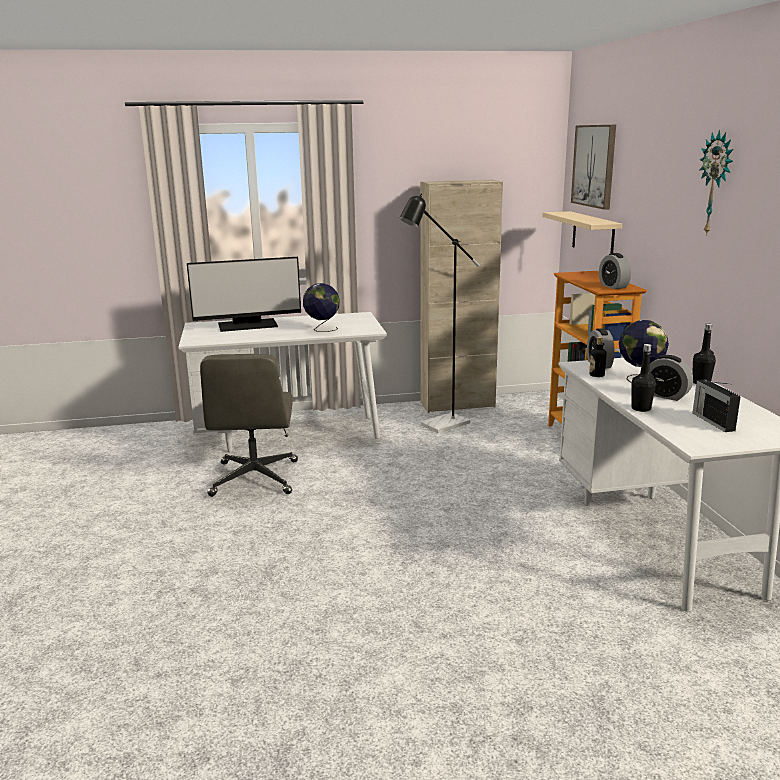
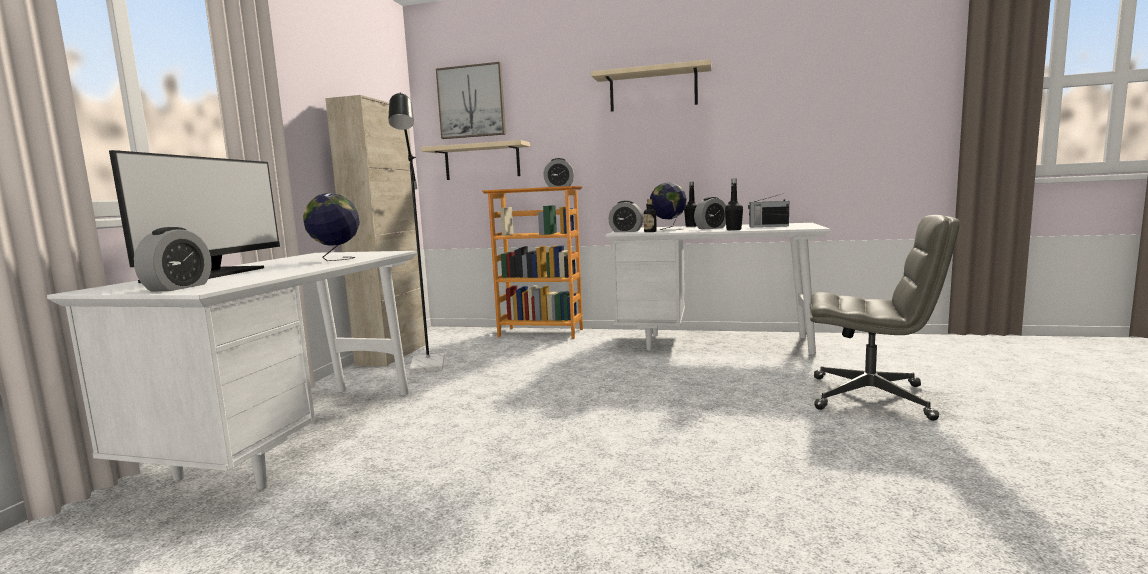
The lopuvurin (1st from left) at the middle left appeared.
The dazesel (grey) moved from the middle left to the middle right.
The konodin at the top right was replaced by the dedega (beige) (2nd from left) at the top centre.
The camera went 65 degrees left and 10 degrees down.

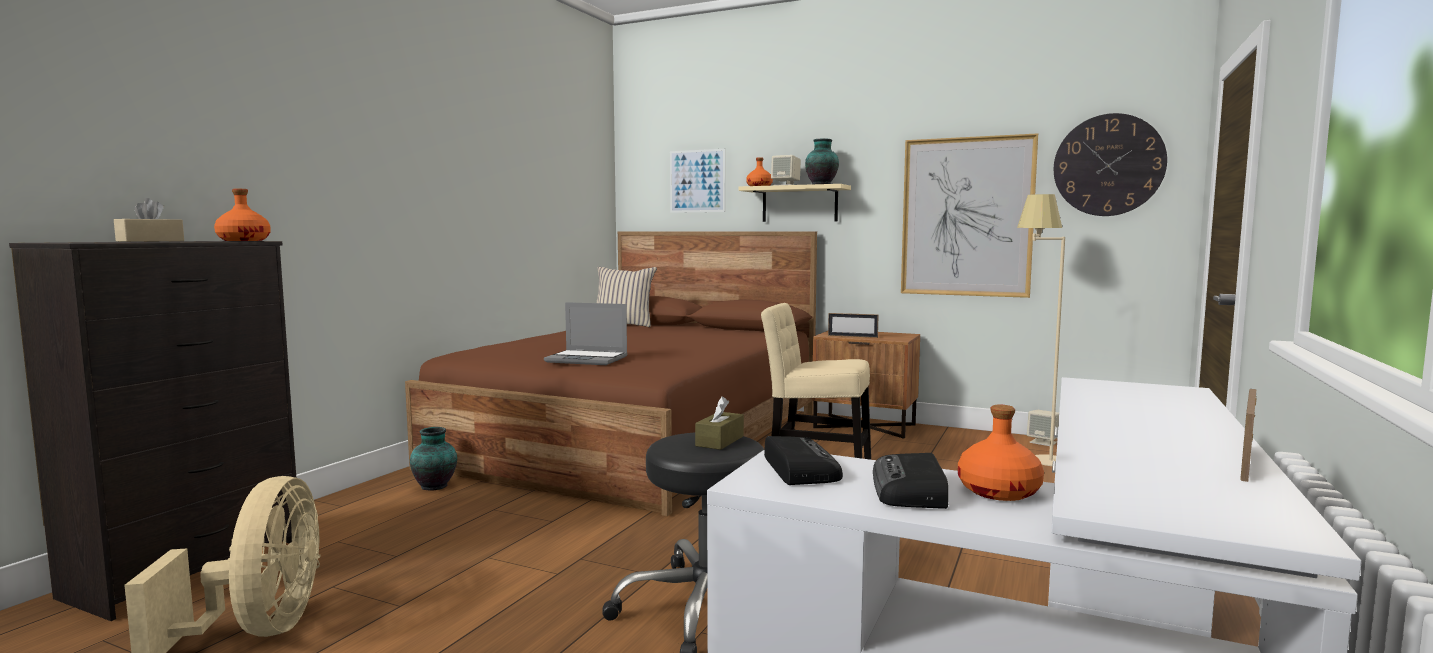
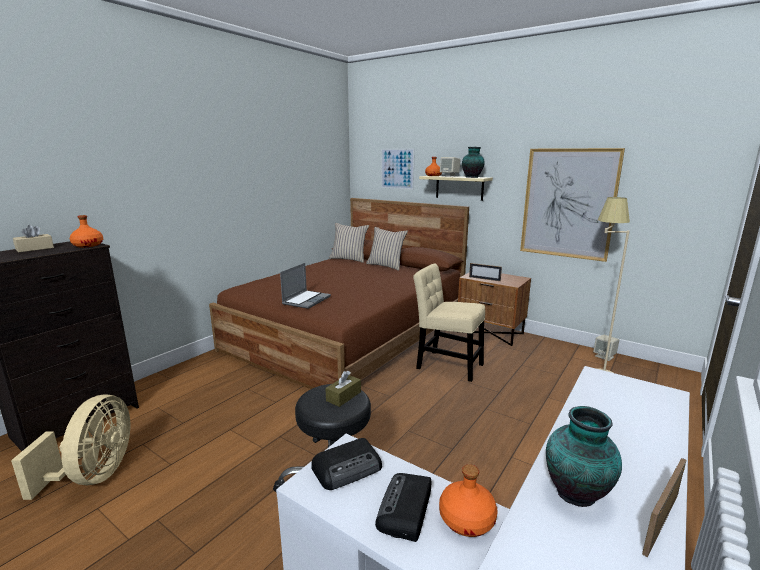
The konodin at the top right disappeared.
The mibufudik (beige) (2nd from left) at the centre appeared.
The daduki (1st from left in the first image) moved from the bottom left to the bottom right.
The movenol at the centre turned 90 degrees counterclockwise.
The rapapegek (1st from left) at the bottom centre turned 60 degrees clockwise.
The camera went 10 degrees right and 10 degrees up.

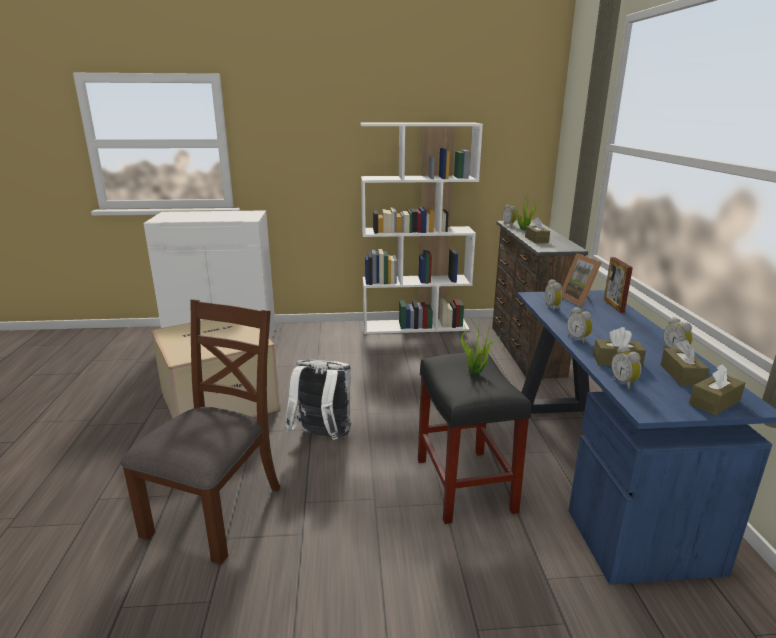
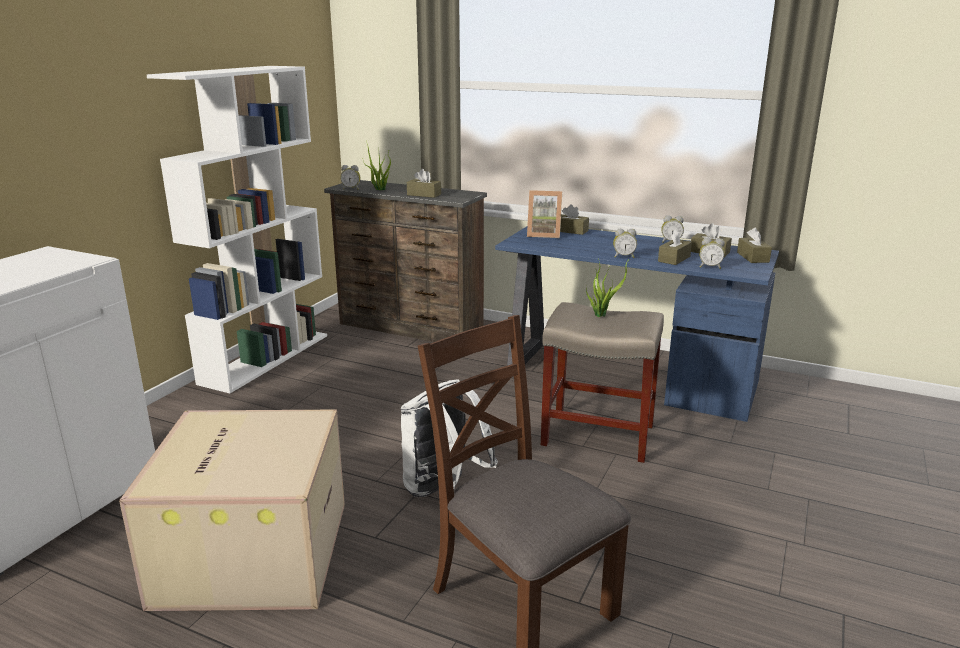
The lopuvurin (2nd from left) at the middle right disappeared.
The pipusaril (2nd from left) at the middle right was replaced by the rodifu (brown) (2nd from left) at the centre.
The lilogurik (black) at the bottom centre became the lilogurik (beige) at the centre.
The camera went 60 degrees left and 0 degrees up.

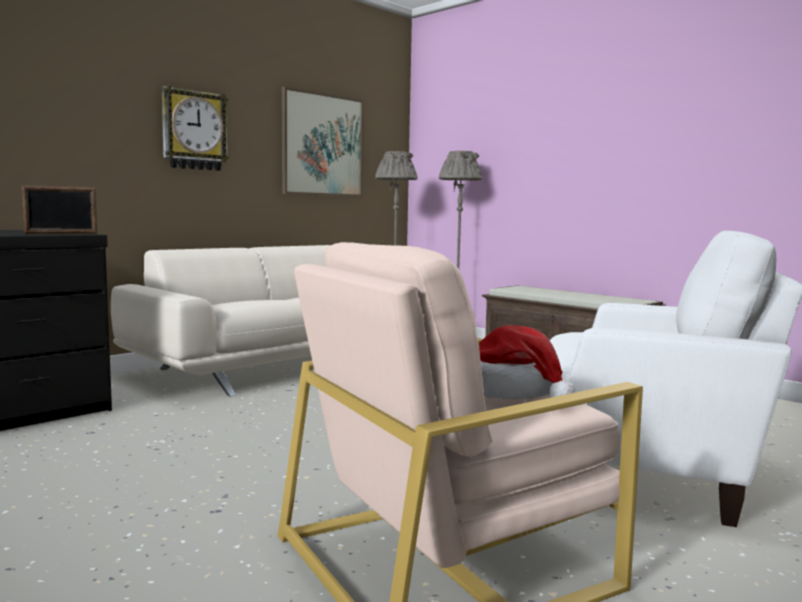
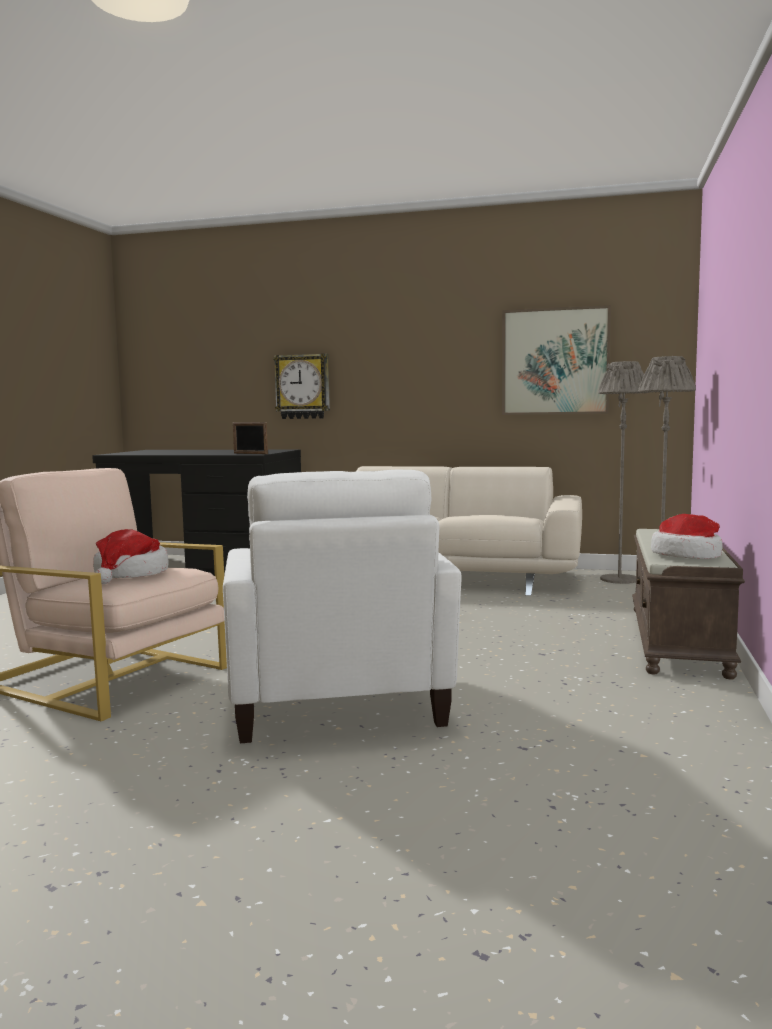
The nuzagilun (2nd from left) at the middle right appeared.
The konodin moved from the top left to the centre.
The camera went 60 degrees right and 0 degrees up.

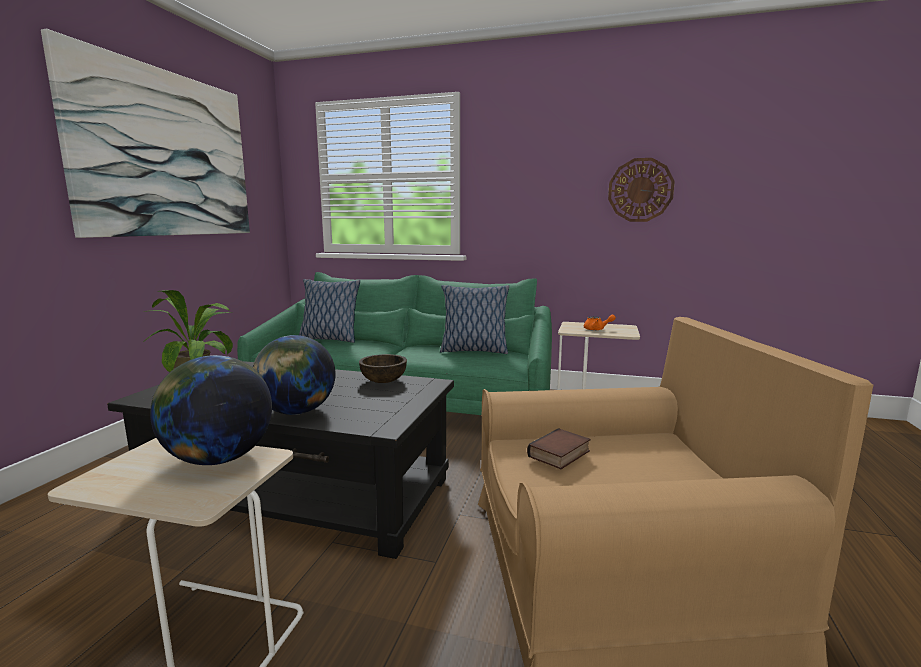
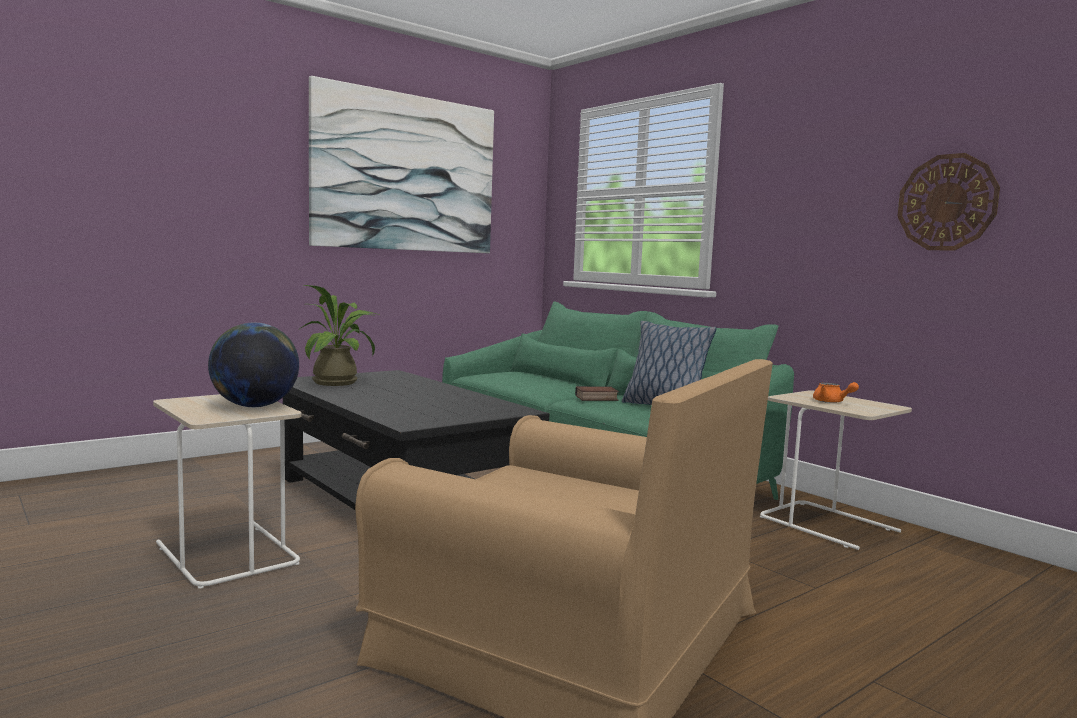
The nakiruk (2nd from left) at the middle left disappeared.
The mibufudik (1st from left) at the centre disappeared.
The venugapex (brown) at the centre disappeared.
The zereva moved from the bottom centre to the centre.
The camera went 35 degrees right and 5 degrees down.

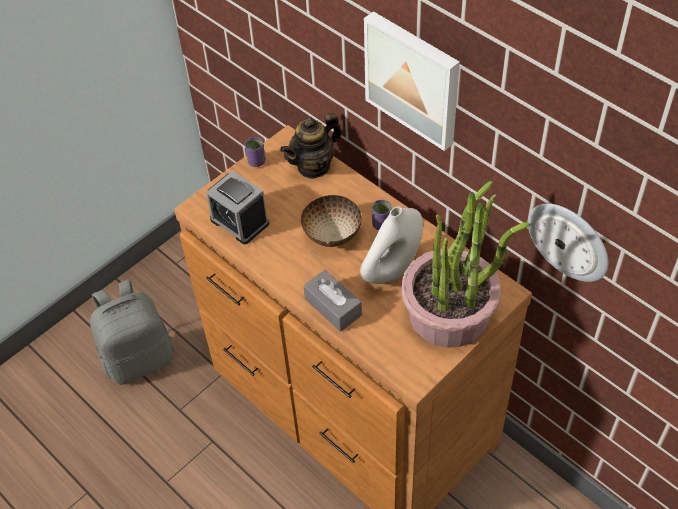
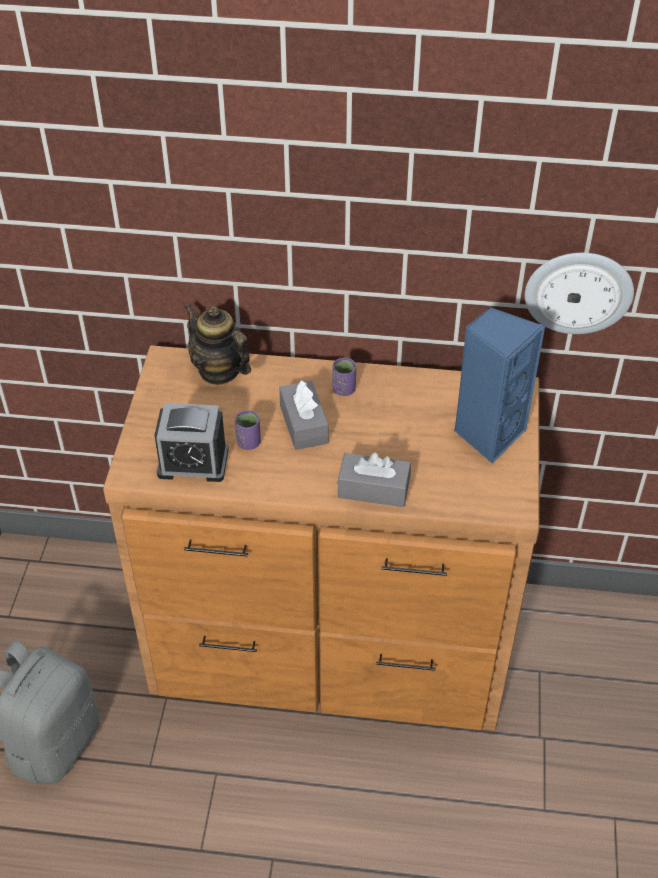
The daduki (white) at the centre disappeared.
The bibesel at the top centre disappeared.
The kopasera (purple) (1st from left) moved from the top centre to the centre.
The venugapex at the centre was replaced by the rodifu (grey) (1st from left) at the centre.
The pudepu at the middle right was replaced by the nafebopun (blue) at the middle right.
The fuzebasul at the top centre turned 120 degrees clockwise.
The camera went 40 degrees left and 5 degrees down.

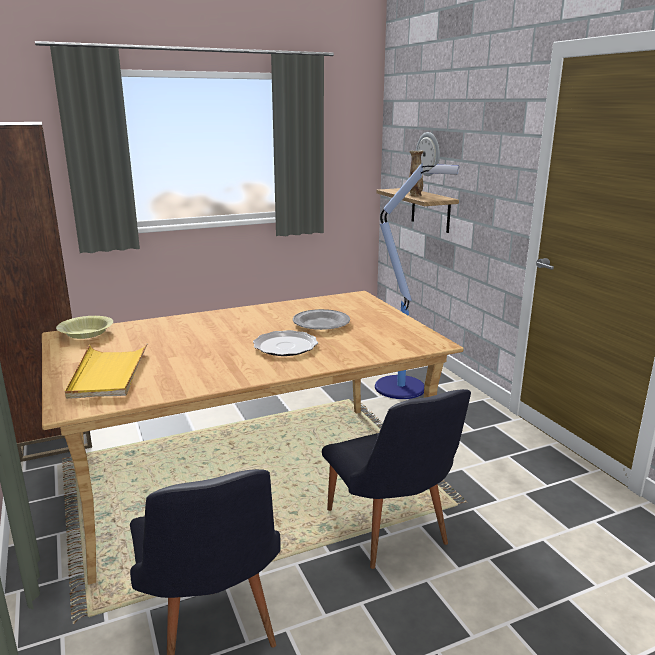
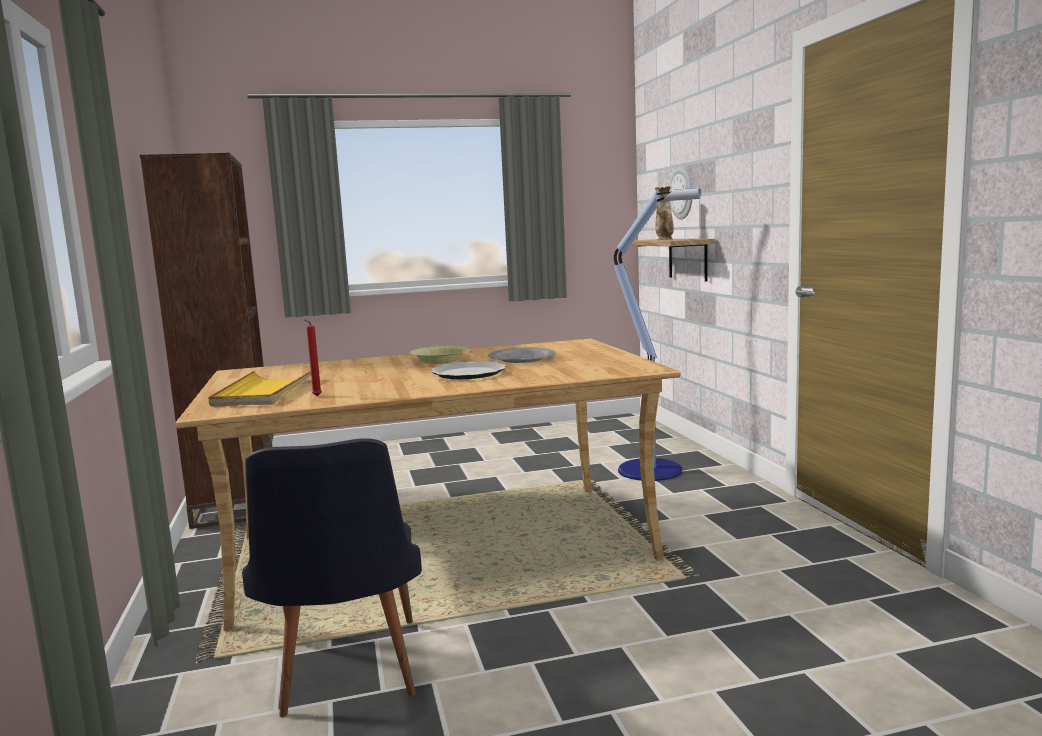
The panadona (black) (2nd from left) at the bottom centre disappeared.
The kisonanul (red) at the middle left appeared.
The venugapex (yellow) moved from the middle left to the centre.
The camera went 10 degrees right and 10 degrees down.

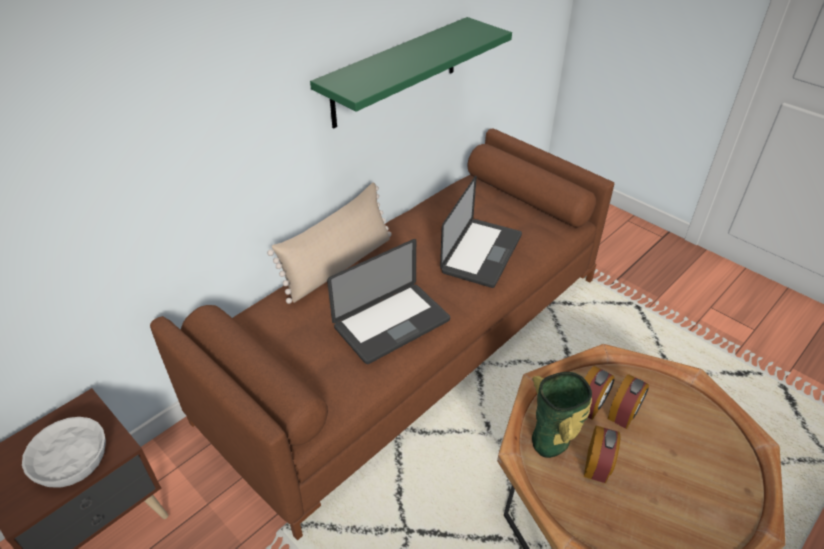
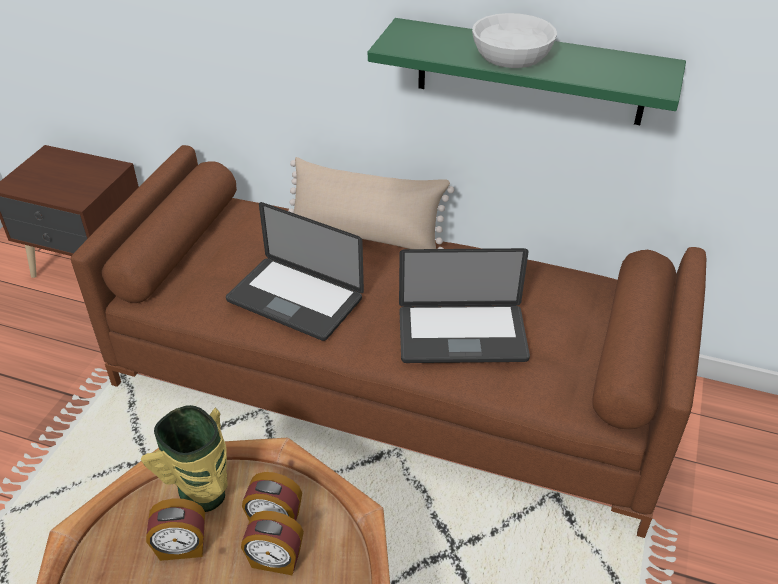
The venugapex (white) moved from the bottom left to the top centre.
The camera went 65 degrees right and 0 degrees up.

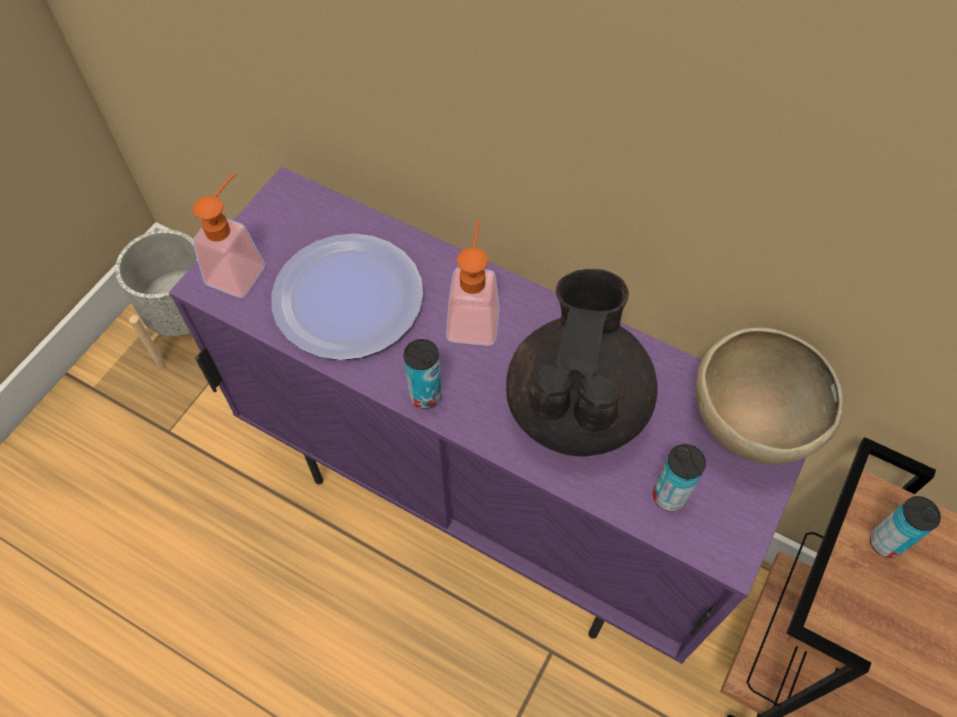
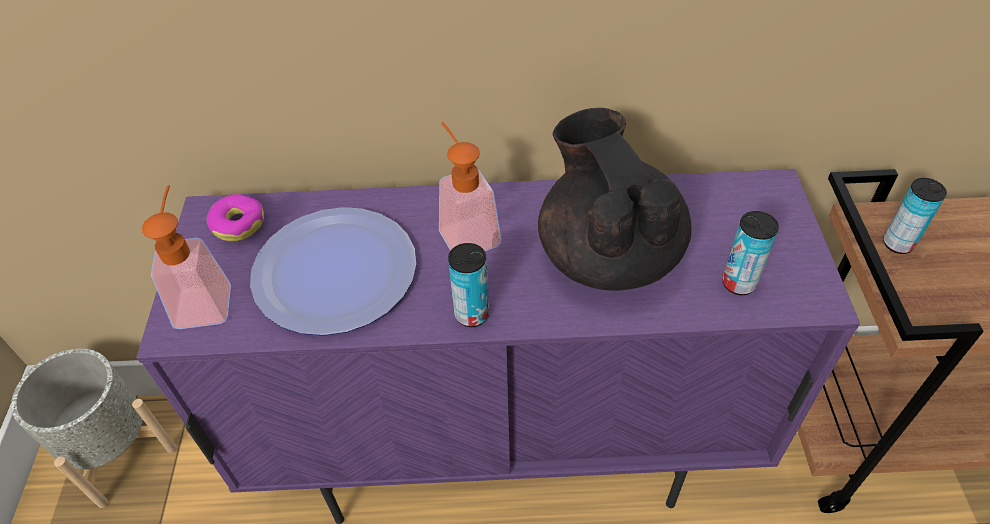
The venugapex (brown) at the middle right disappeared.
The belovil at the middle left appeared.
The camera went 30 degrees left and 10 degrees down.

